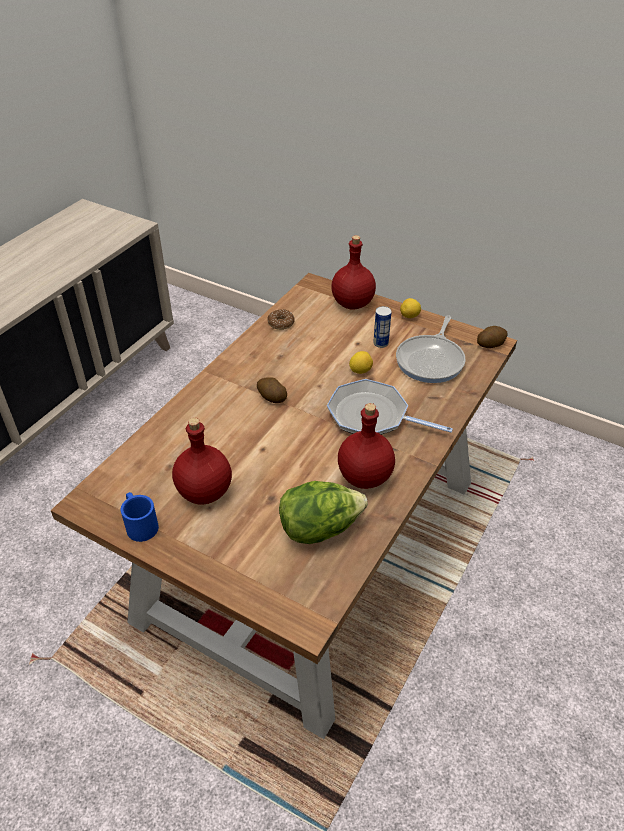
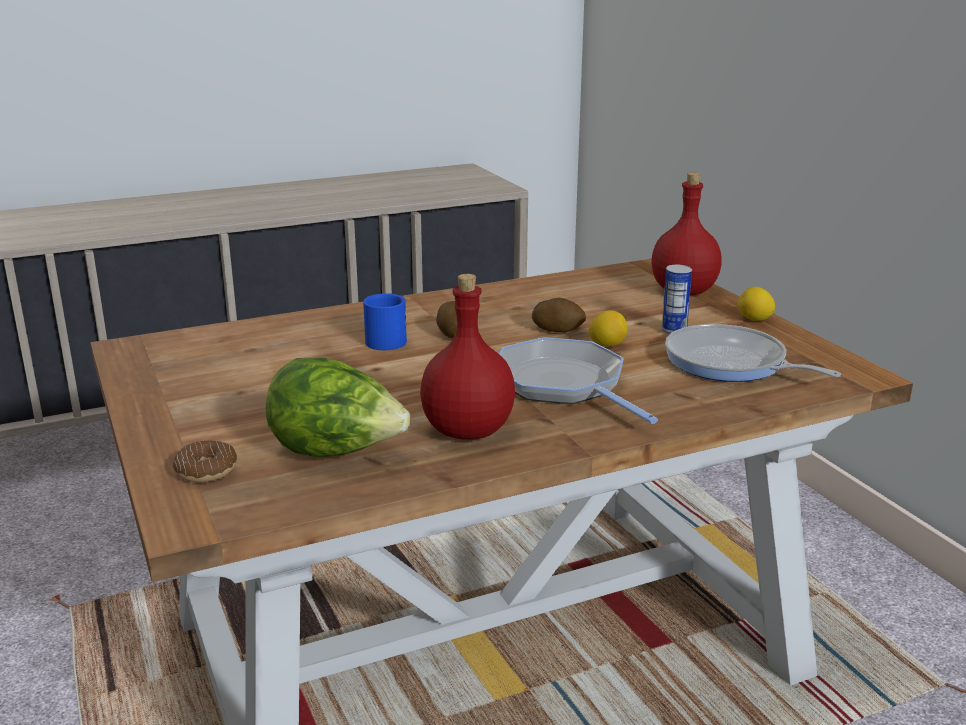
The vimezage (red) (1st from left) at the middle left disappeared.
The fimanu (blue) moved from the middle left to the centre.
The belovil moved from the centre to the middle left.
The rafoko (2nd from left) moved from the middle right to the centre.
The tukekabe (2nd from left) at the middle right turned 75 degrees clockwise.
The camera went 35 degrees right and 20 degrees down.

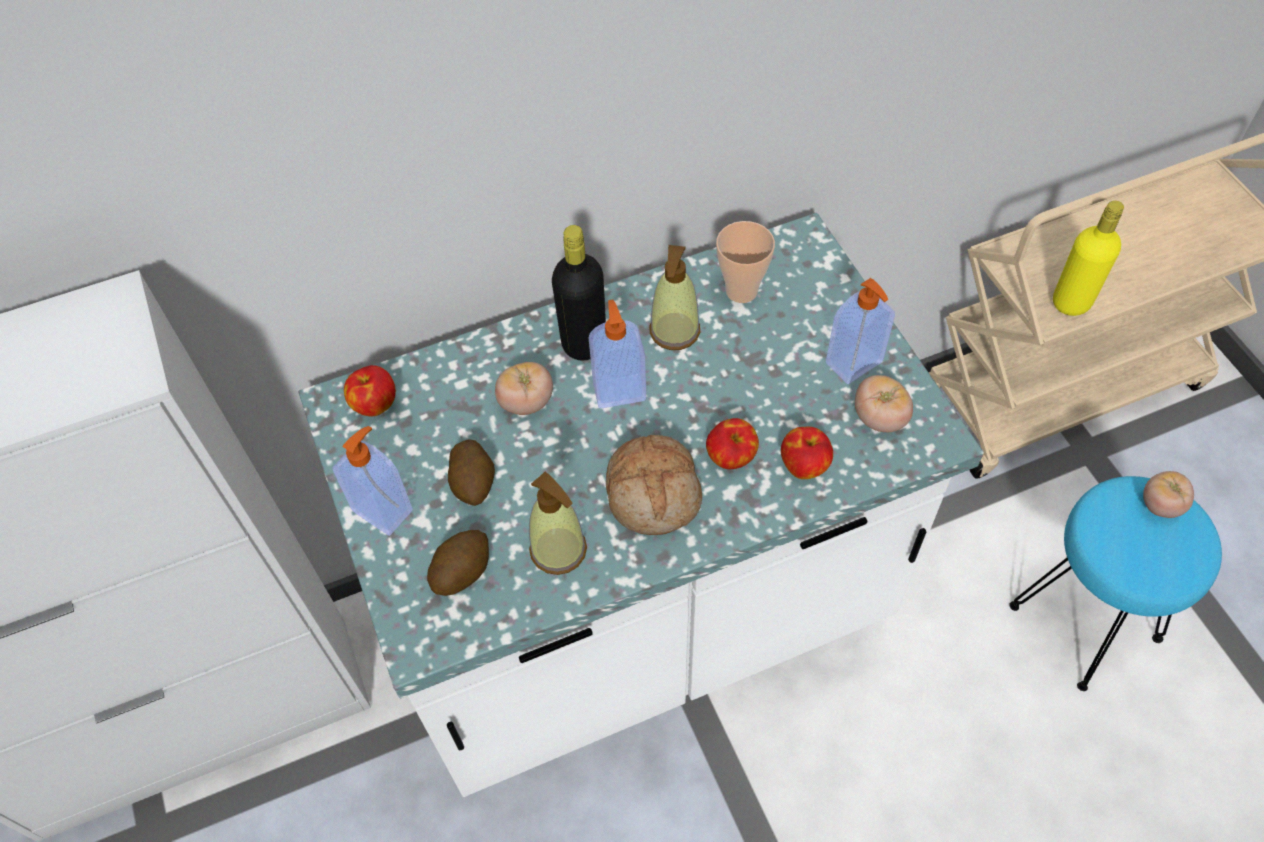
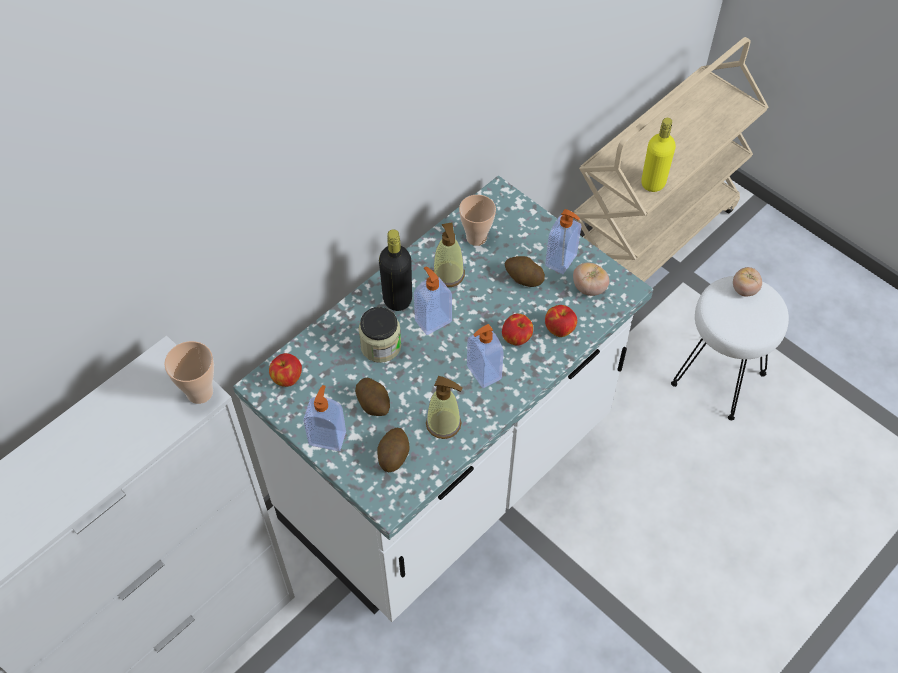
The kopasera (1st from left) at the middle left appeared.
The rafoko (3rd from left) at the centre appeared.
The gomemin (1st from left) at the centre was replaced by the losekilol at the centre.
The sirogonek at the centre was replaced by the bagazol (5th from left) at the centre.
The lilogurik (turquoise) at the bottom right became the lilogurik (white) at the middle right.
The camera went 25 degrees left and 0 degrees up.

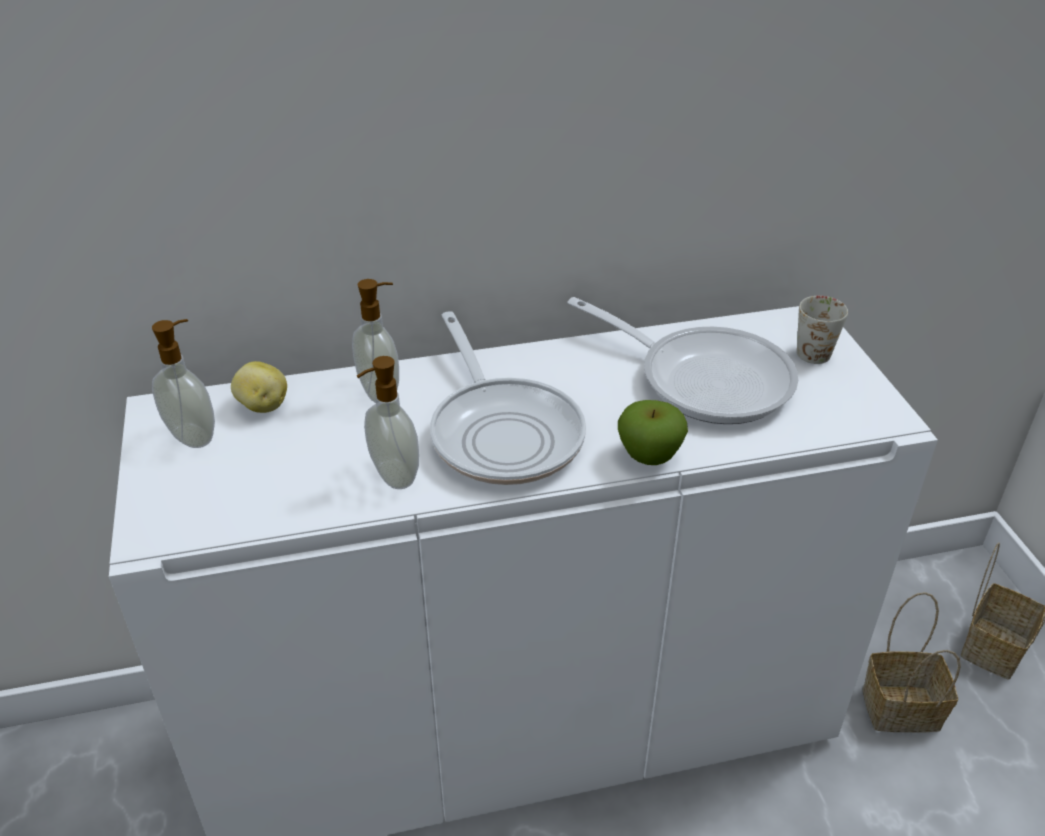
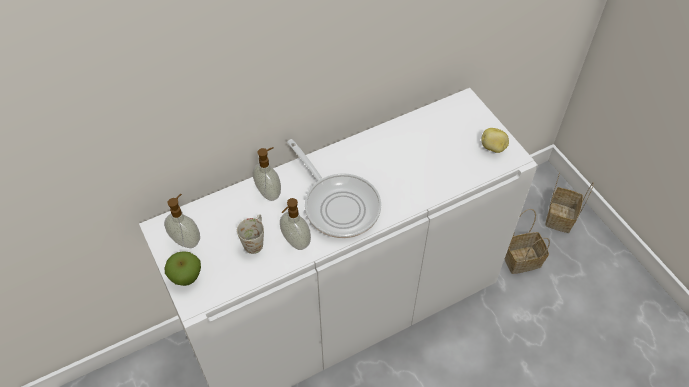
The tukekabe (2nd from left) at the centre disappeared.
The rafoko moved from the middle left to the middle right.
The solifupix moved from the centre to the bottom left.
The fimanu (white) moved from the middle right to the centre.
The camera went 15 degrees left and 15 degrees up.

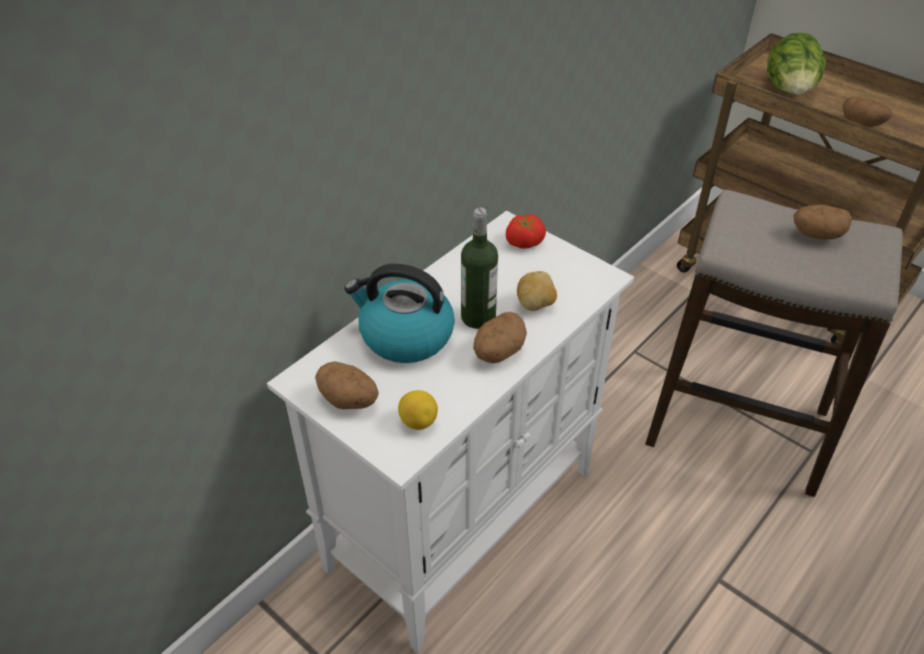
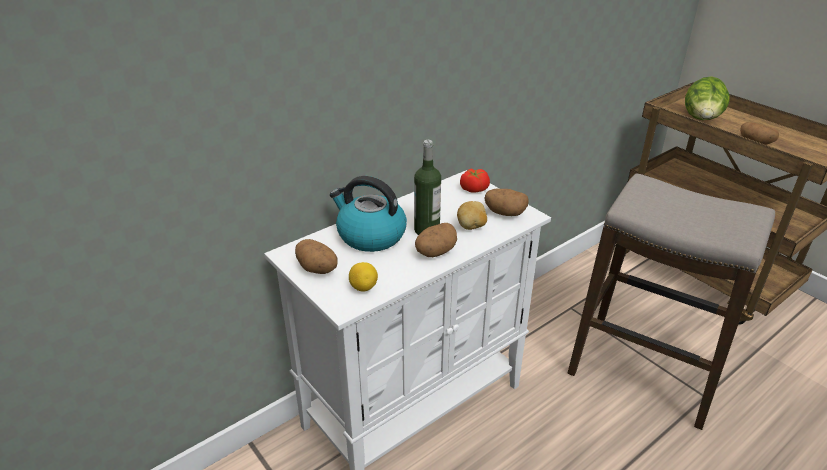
The rafoko (4th from left) moved from the middle right to the centre.
The camera went 10 degrees right and 10 degrees down.

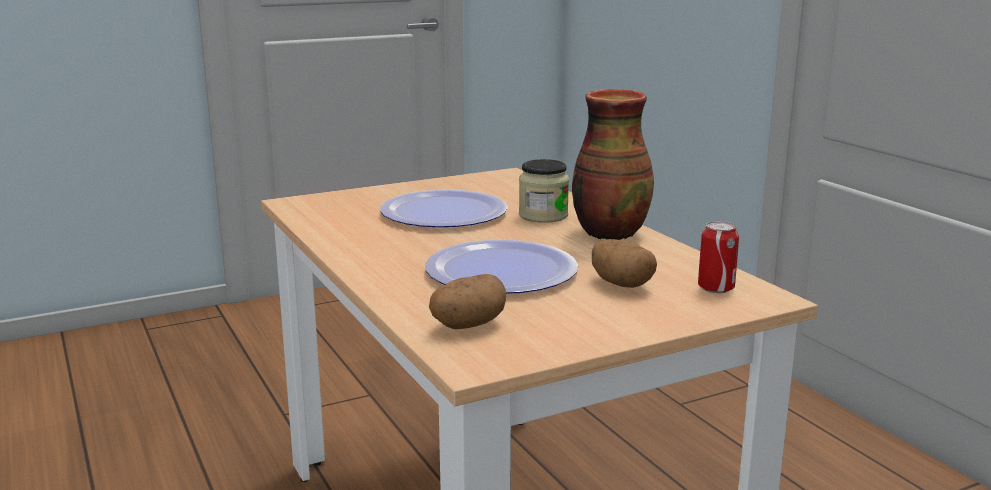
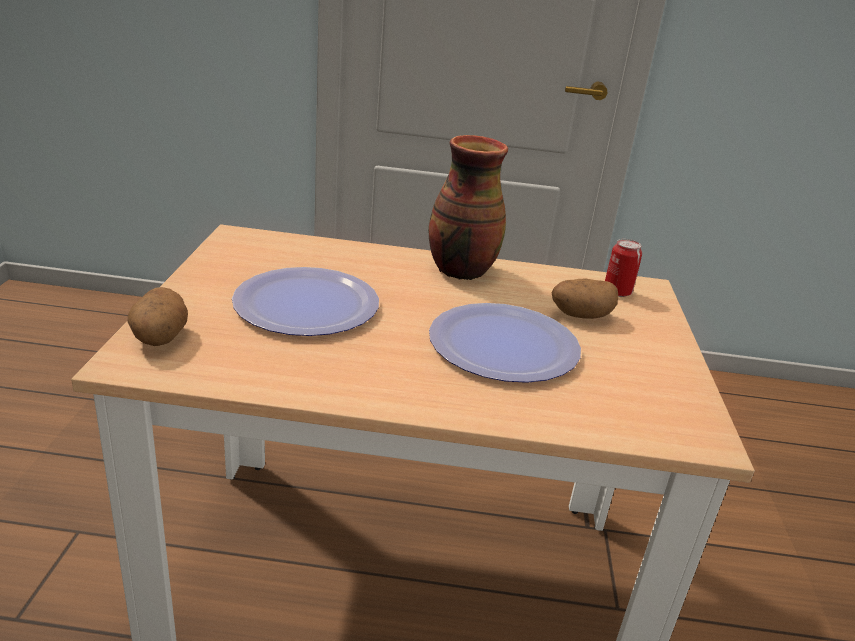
The losekilol at the centre disappeared.
The rafoko (1st from left) moved from the centre to the middle left.
The camera went 60 degrees left and 10 degrees up.

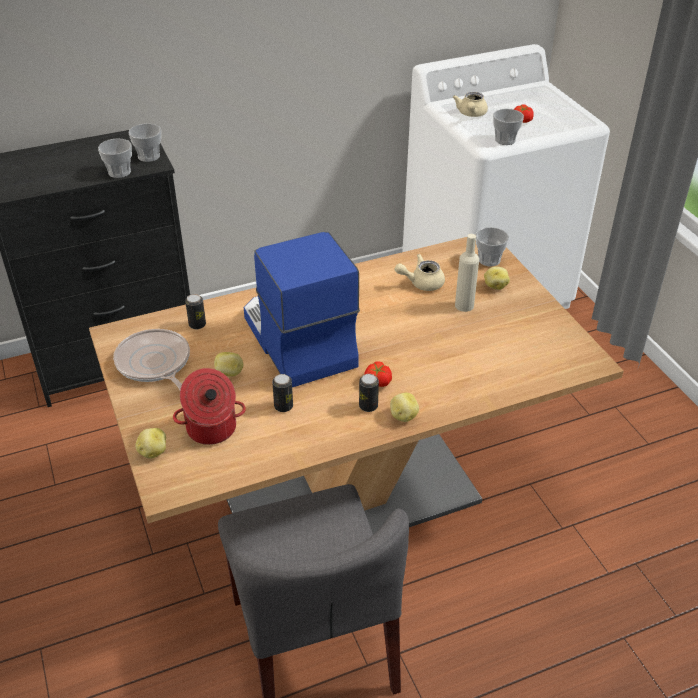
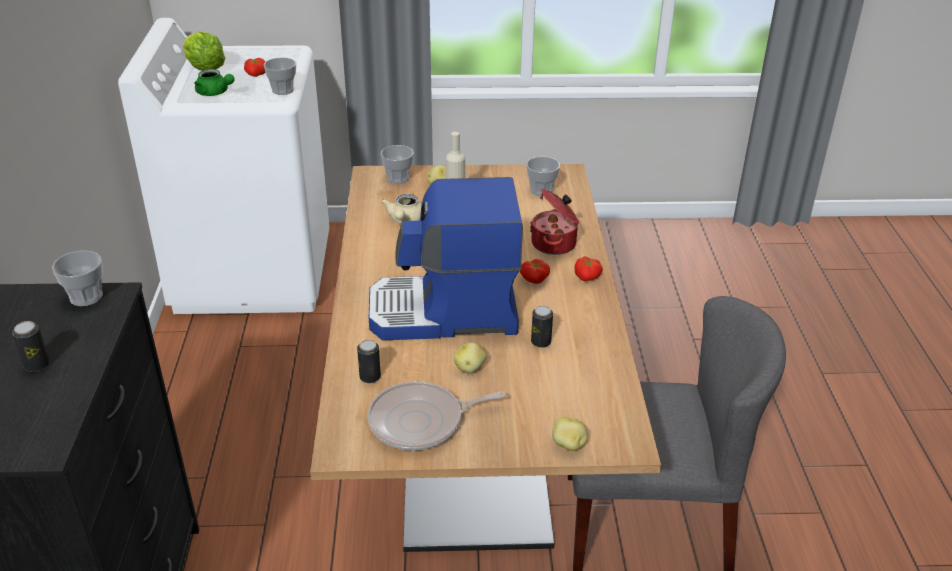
The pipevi at the top left appeared.
The kopasera (1st from left in the first image) moved from the top left to the top centre.
The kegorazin moved from the middle left to the centre.
The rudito (3rd from left in the first image) moved from the centre to the middle left.
The rafoko (3rd from left) at the centre was replaced by the gomemin (3rd from left) at the centre.
The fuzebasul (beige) (2nd from left) at the top right became the fuzebasul (green) at the top left.
The camera went 70 degrees left and 5 degrees down.

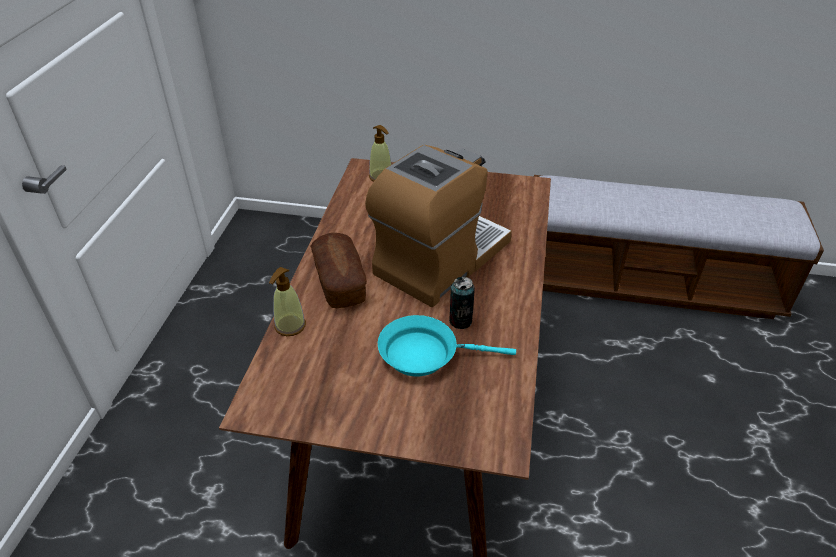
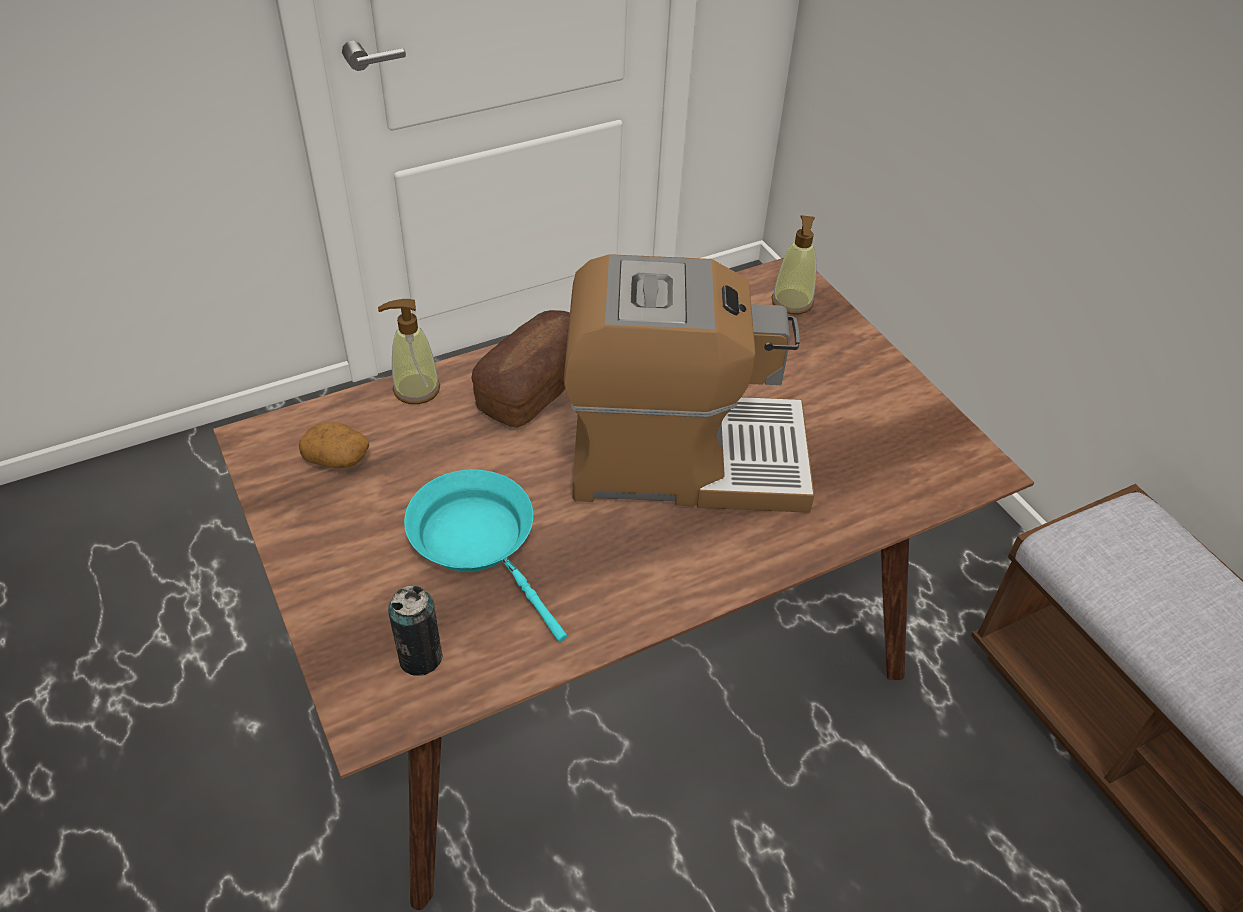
The rafoko at the middle left appeared.
The rudito moved from the centre to the bottom centre.
The camera went 50 degrees right and 5 degrees up.

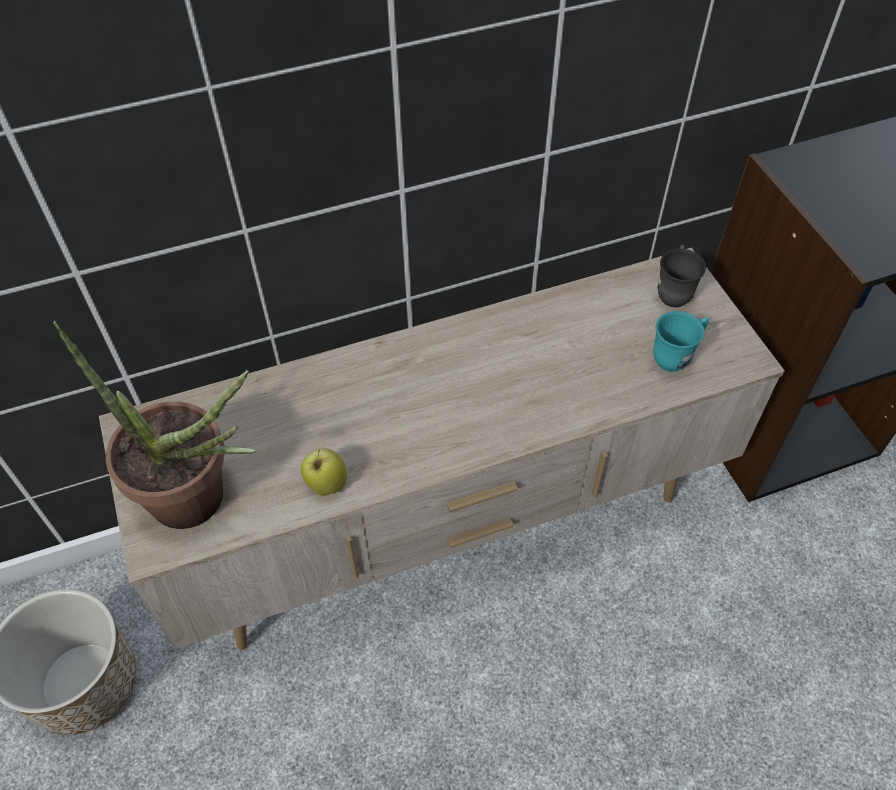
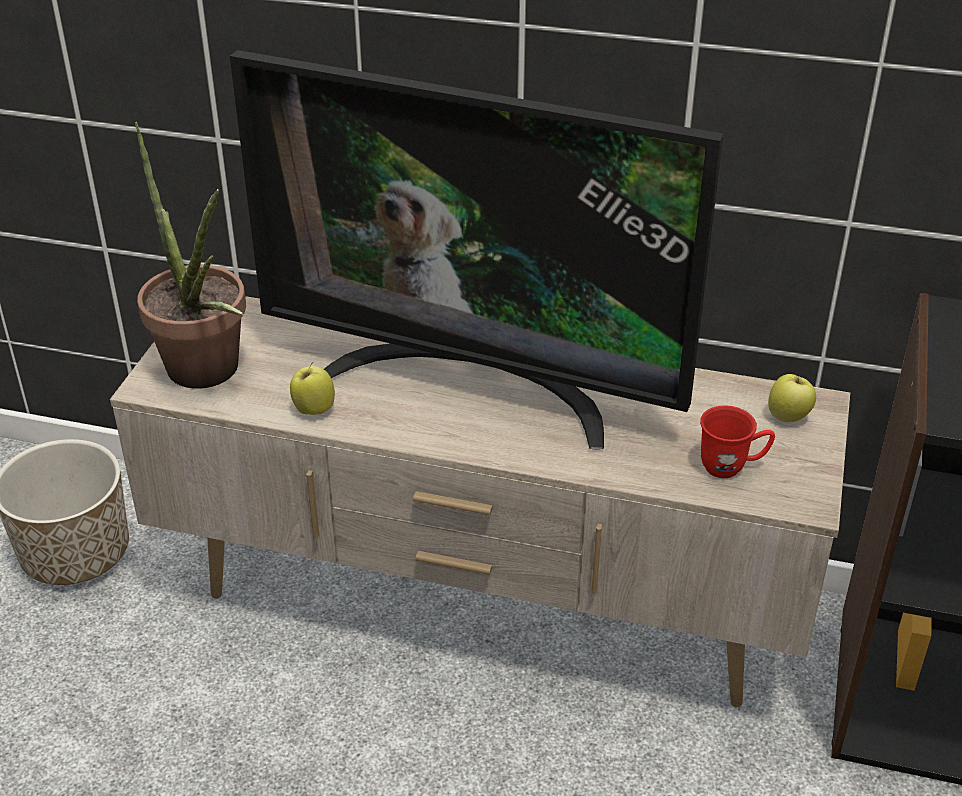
The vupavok at the top centre appeared.
The fimanu (grey) at the middle right was replaced by the solifupix (2nd from left) at the middle right.
The fimanu (turquoise) at the middle right became the fimanu (red) at the middle right.
The camera went 35 degrees right and 15 degrees down.

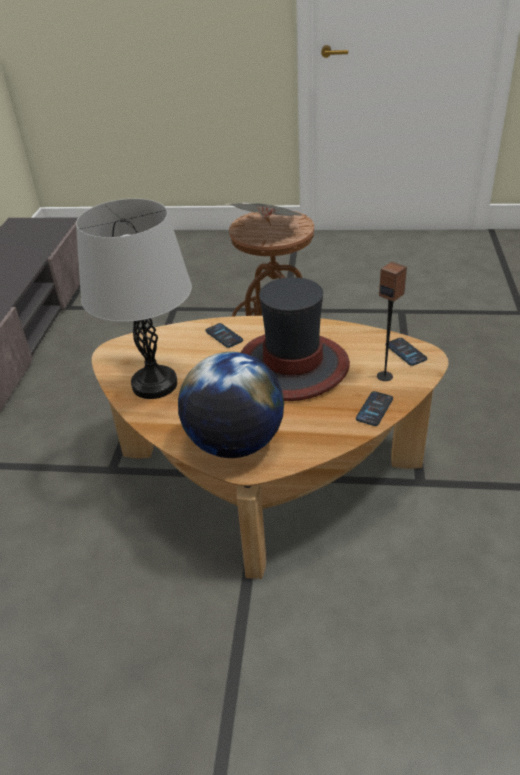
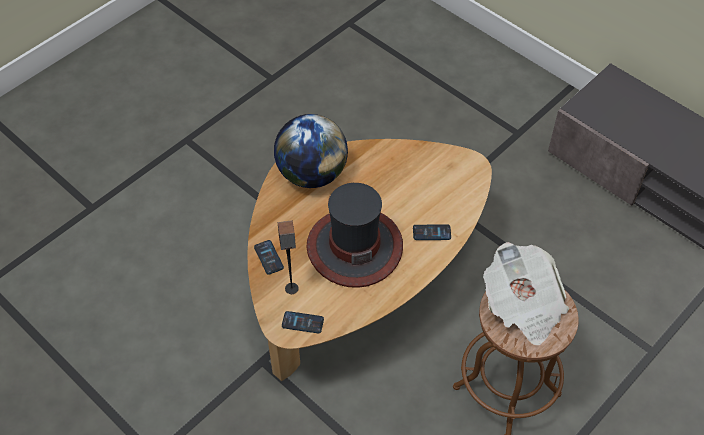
The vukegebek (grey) at the middle left disappeared.
The camera went 125 degrees right and 15 degrees up.

